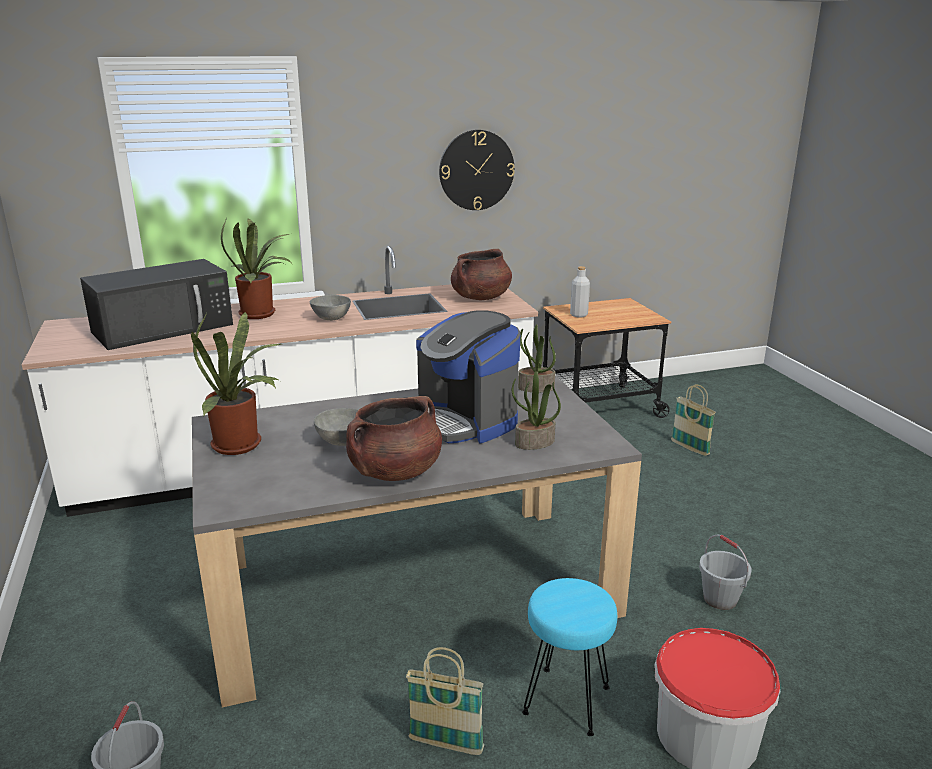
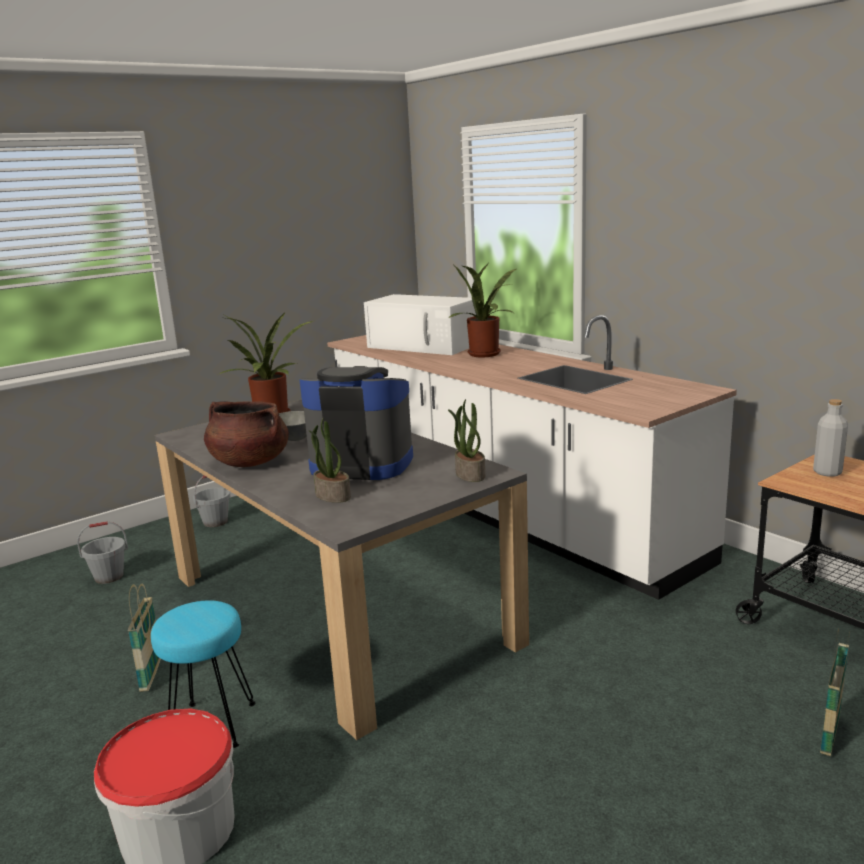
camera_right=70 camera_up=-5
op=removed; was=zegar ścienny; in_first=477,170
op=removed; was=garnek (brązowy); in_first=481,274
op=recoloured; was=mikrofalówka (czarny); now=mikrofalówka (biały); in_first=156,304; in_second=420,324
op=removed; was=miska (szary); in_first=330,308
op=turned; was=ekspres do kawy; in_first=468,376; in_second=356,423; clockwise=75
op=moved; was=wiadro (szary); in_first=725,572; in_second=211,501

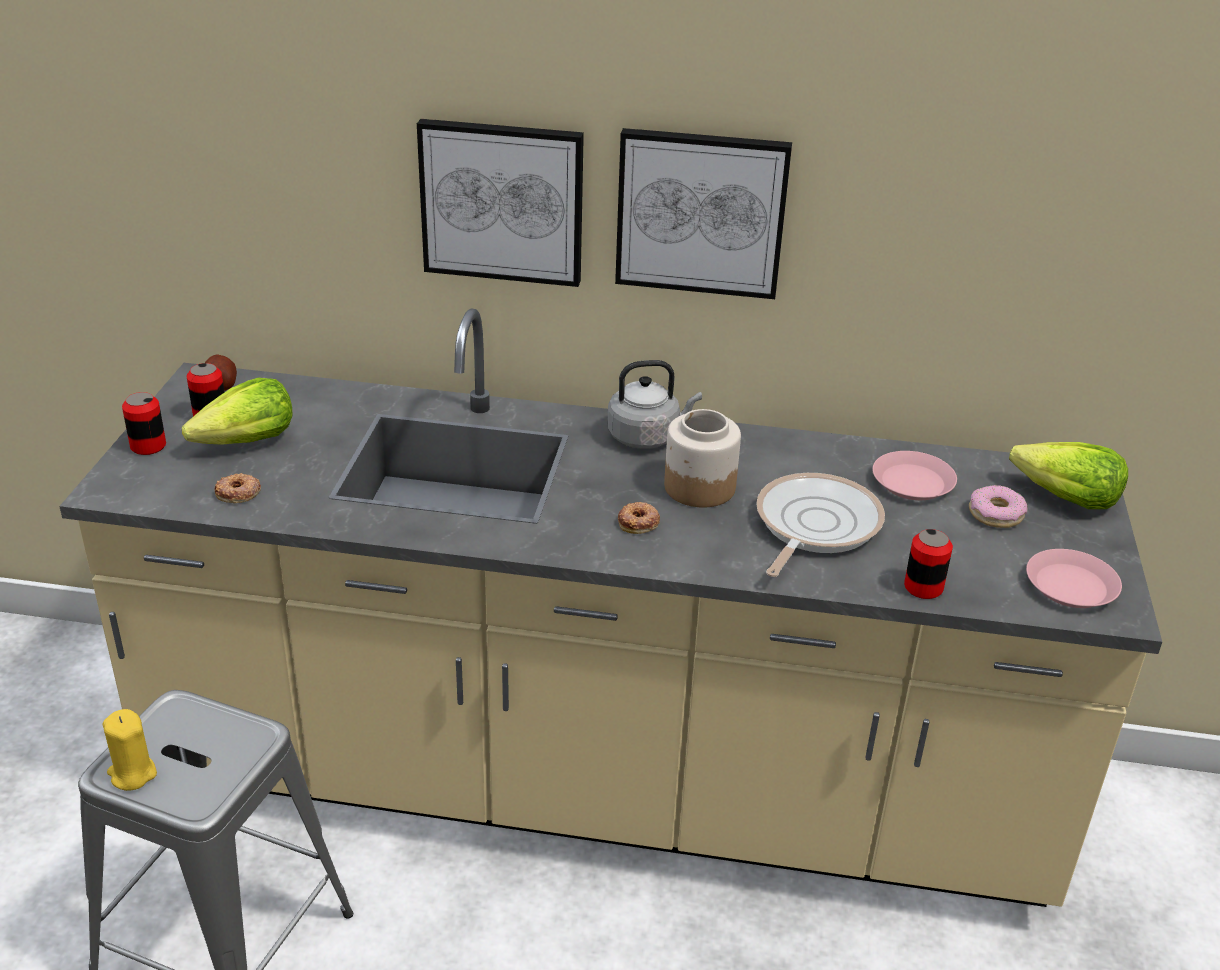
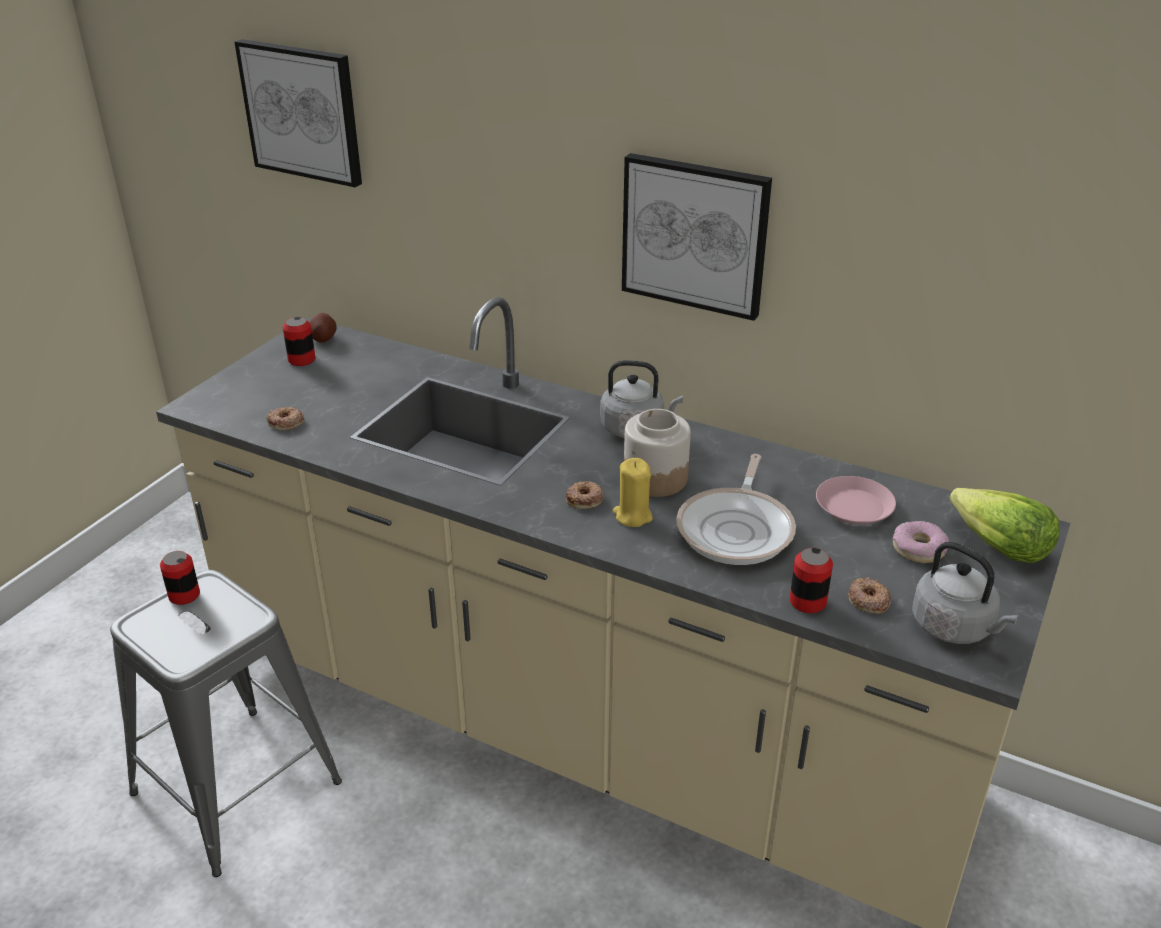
camera_right=20 camera_up=0
op=moved; was=obraz; in_first=500,203; in_second=298,113
op=removed; was=sałata; in_first=237,411
op=moved; was=puszka; in_first=144,423; in_second=180,578
op=turned; was=patelnia; in_first=820,525; in_second=736,509; clockwise=150
op=replaced; was=talerz (różowy); now=czajnik (szary); in_first=1074,578; in_second=965,593
op=moved; was=świeca (żółty); in_first=129,750; in_second=633,492
op=added; now=donut; in_second=869,595

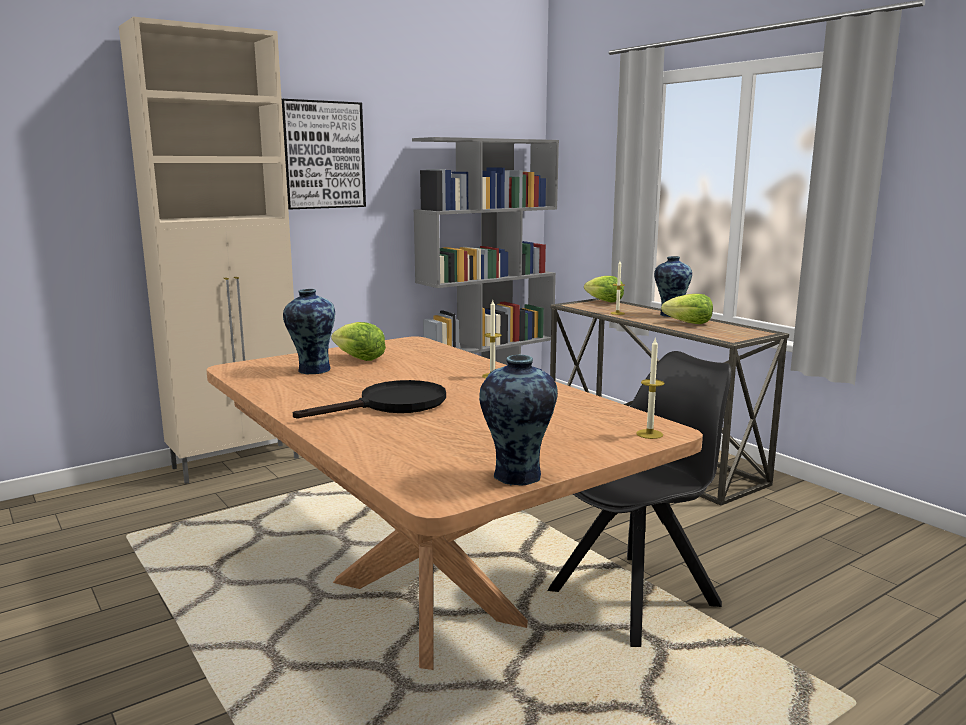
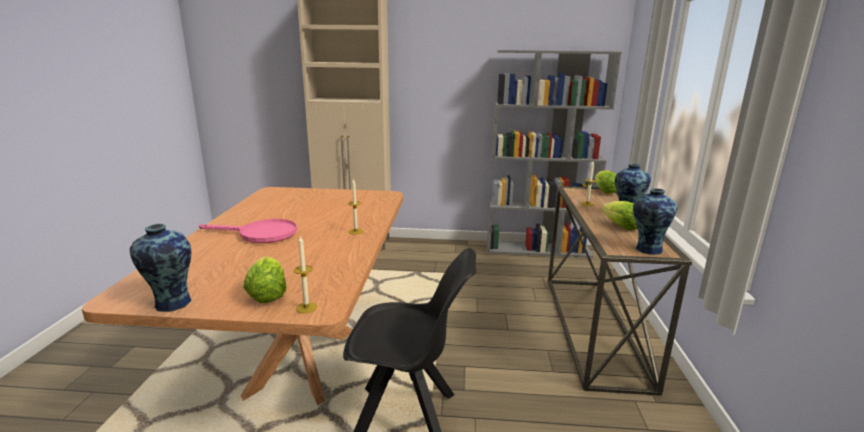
camera_right=40 camera_up=5
op=removed; was=obraz; in_first=324,154
op=moved; was=wazon; in_first=309,331; in_second=655,221
op=moved; was=sałata; in_first=358,341; in_second=265,279
op=recoloured; was=patelnia (czarny); now=patelnia (różowy); in_first=369,399; in_second=248,231

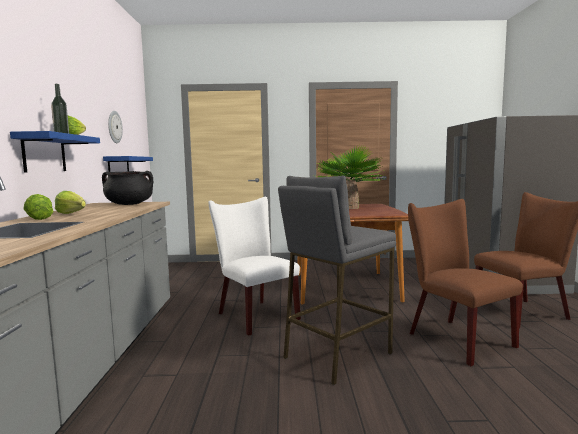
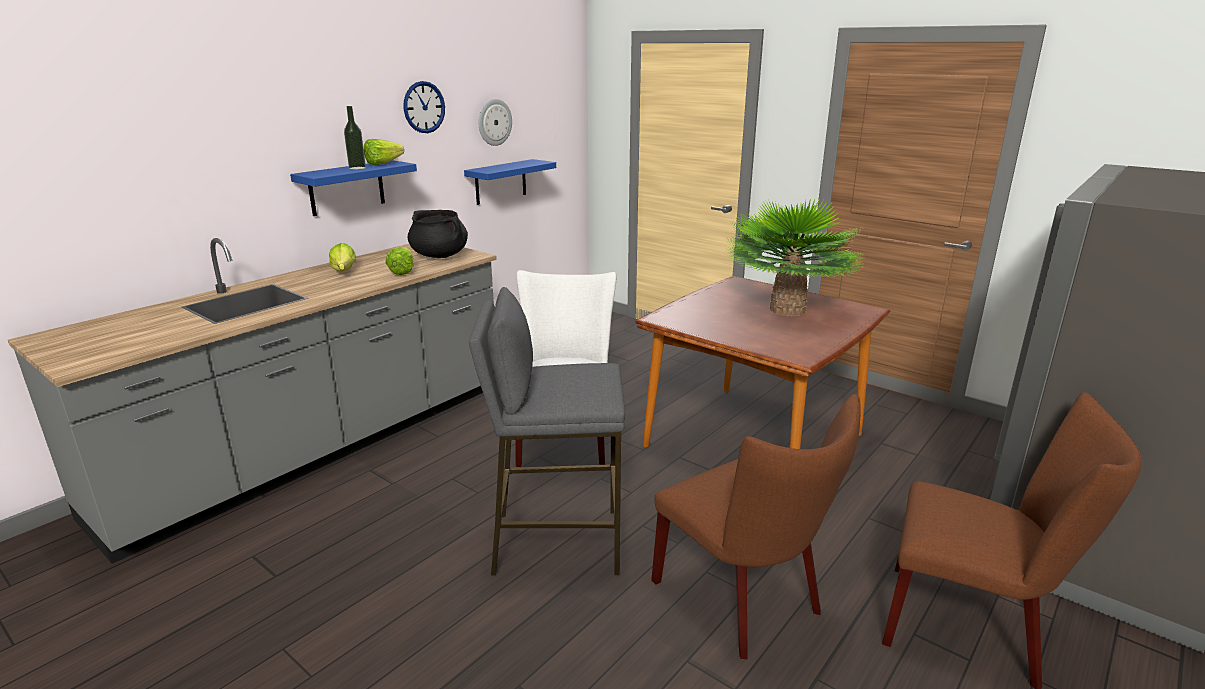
camera_right=40 camera_up=15
op=moved; was=sałata; in_first=38,207; in_second=400,261
op=turned; was=krzesło (brązowy); in_first=465,282; in_second=756,526; clockwise=135
op=added; now=zegar ścienny; in_second=424,107

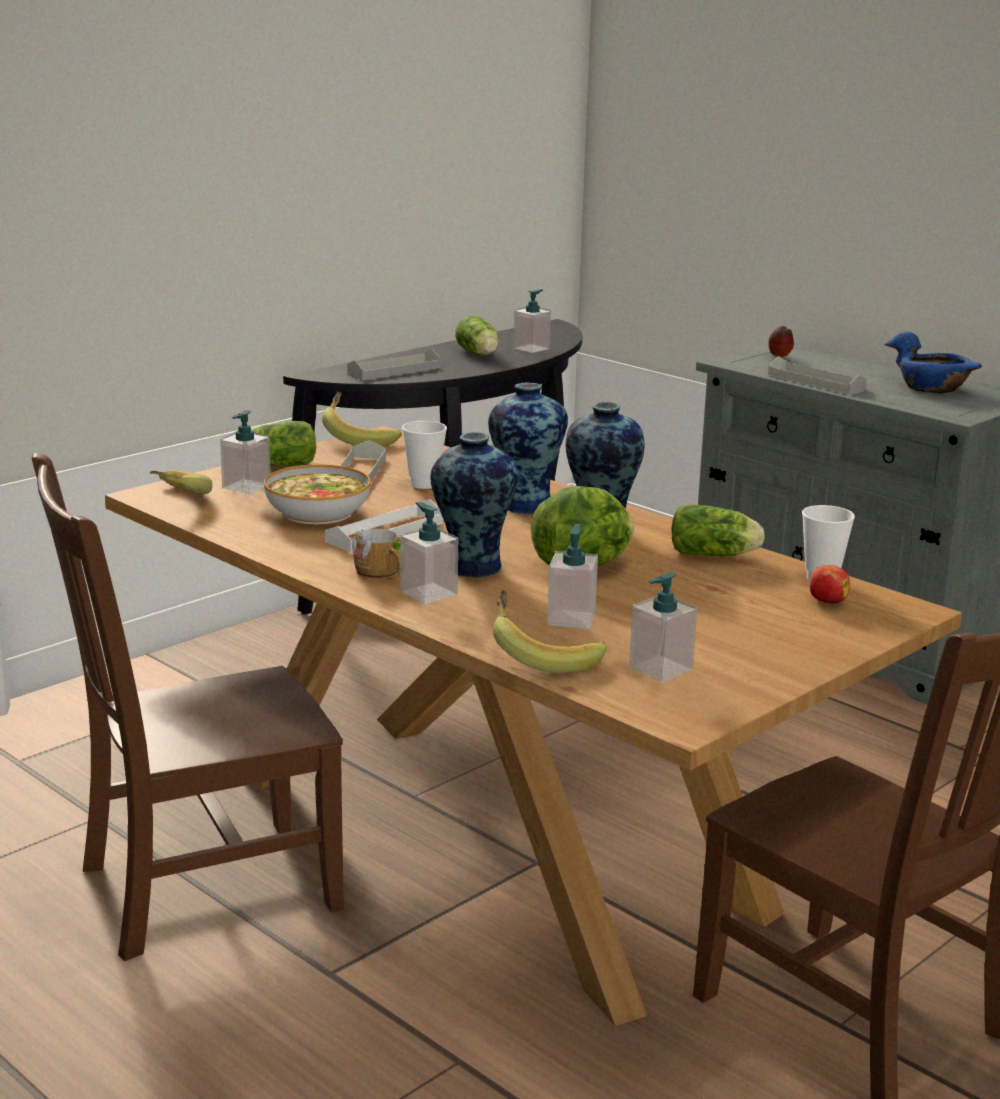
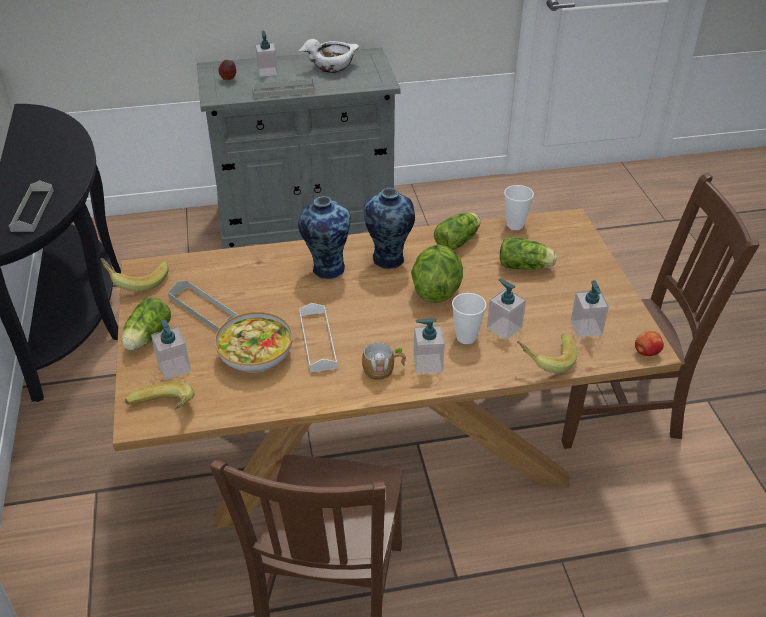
camera_right=-55 camera_up=20
op=moved; was=dozownik mydła; in_first=532,321; in_second=266,53
op=moved; was=sałata; in_first=477,335; in_second=528,253
op=recoloured; was=miska (niebieski); now=miska (biały); in_first=933,362; in_second=328,56
op=moved; was=filiżanka; in_first=424,455; in_second=469,318
op=removed; was=wazon; in_first=474,505
op=moved; was=jabłko; in_first=830,584; in_second=649,343

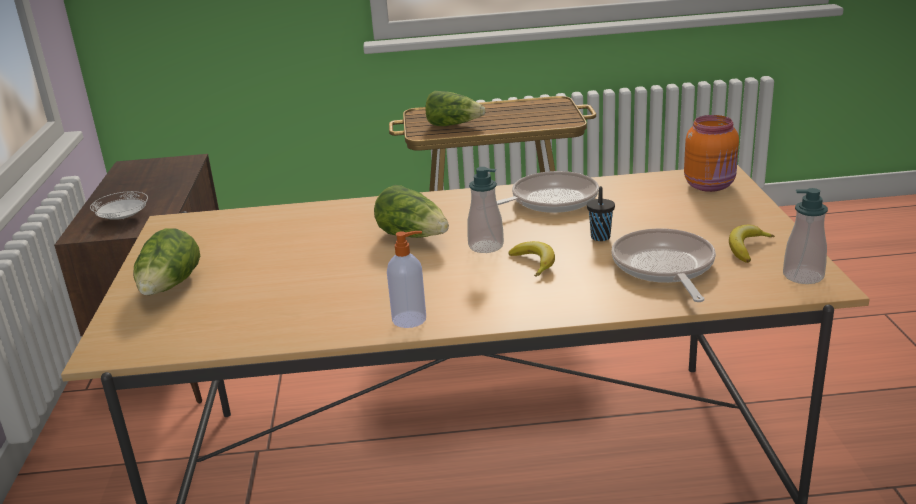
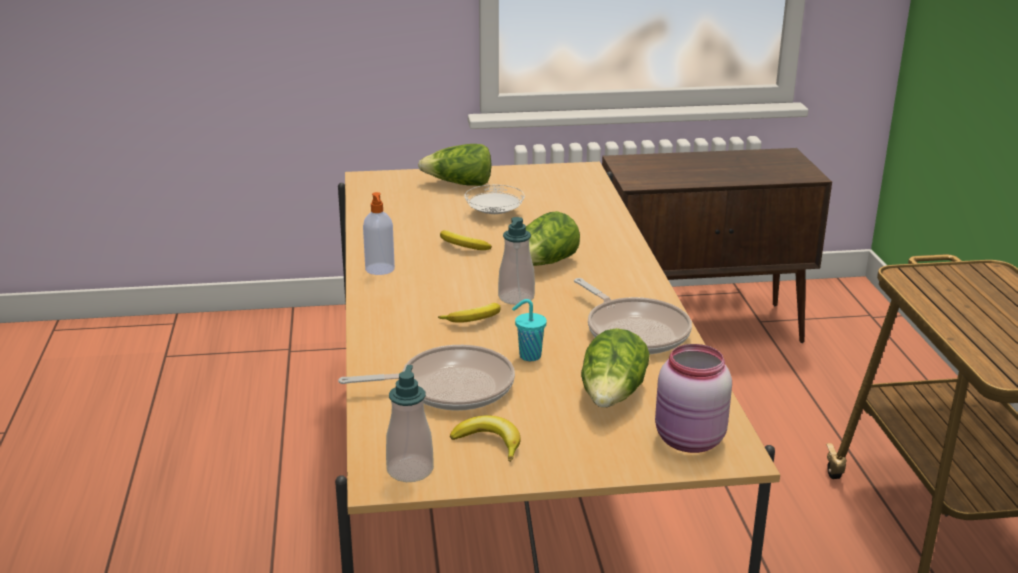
camera_right=85 camera_up=0
op=moved; was=sałata; in_first=455,108; in_second=615,368
op=recoloured; was=słoik (pomarańczowy); now=słoik (różowy); in_first=711,153; in_second=693,398
op=recoloured; was=filiżanka (czarny); now=filiżanka (turkusowy); in_first=601,213; in_second=529,330
op=moved; was=talerz (biały); in_first=119,205; in_second=494,199
op=added; now=banan; in_second=466,240

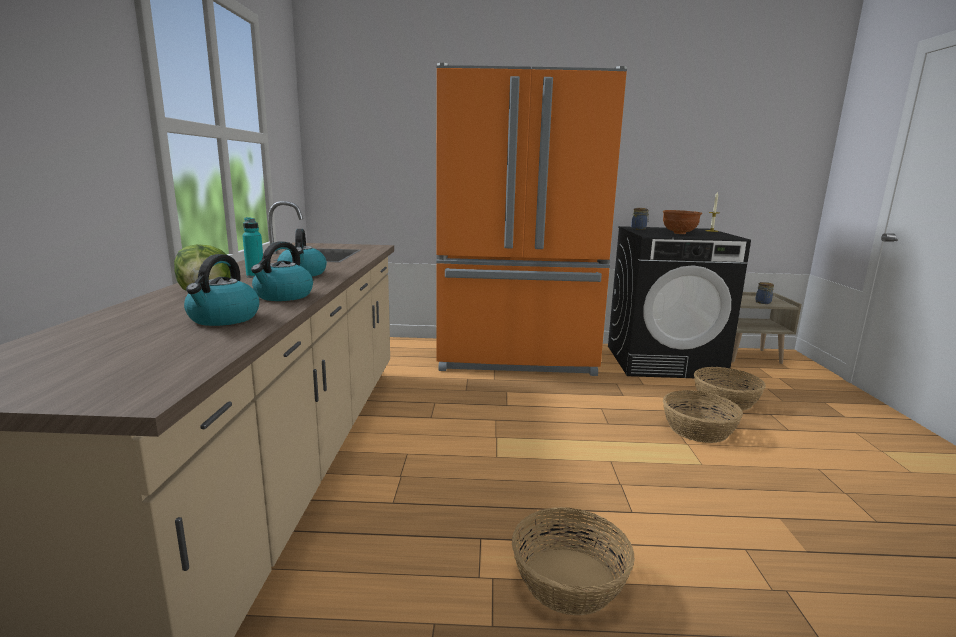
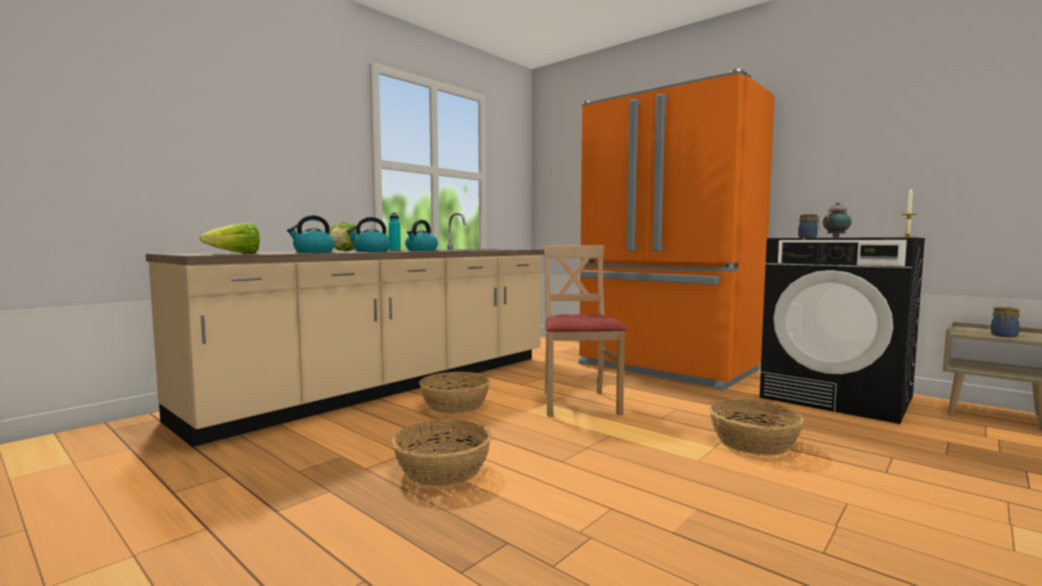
camera_right=40 camera_up=-10
op=replaced; was=miska (brązowy); now=imbryk; in_first=682,222; in_second=837,220
op=moved; was=koszyk; in_first=730,389; in_second=454,393
op=added; now=sałata; in_second=229,238
op=added; now=krzesło (beżowy); in_second=585,331

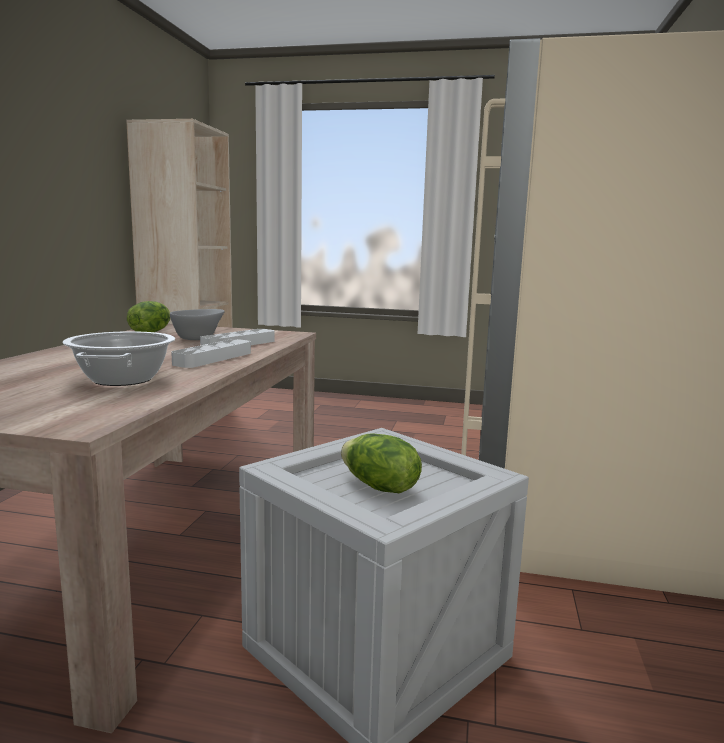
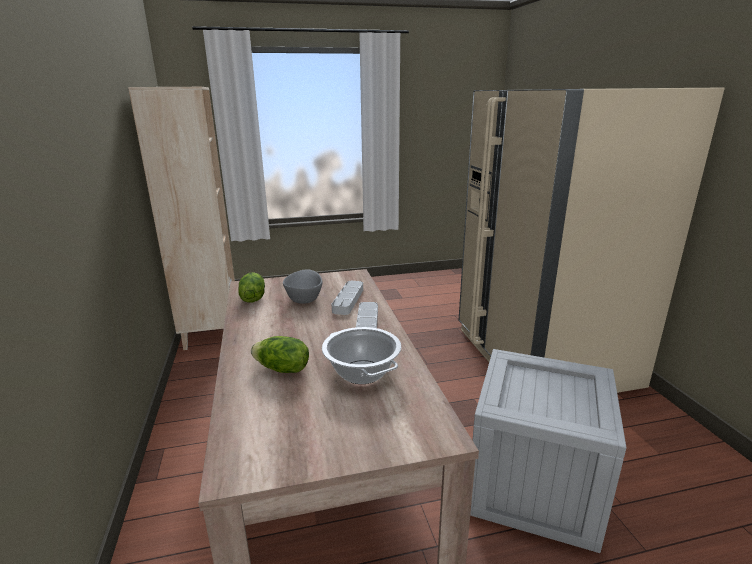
camera_right=-25 camera_up=10
op=moved; was=sałata; in_first=381,463; in_second=280,354

